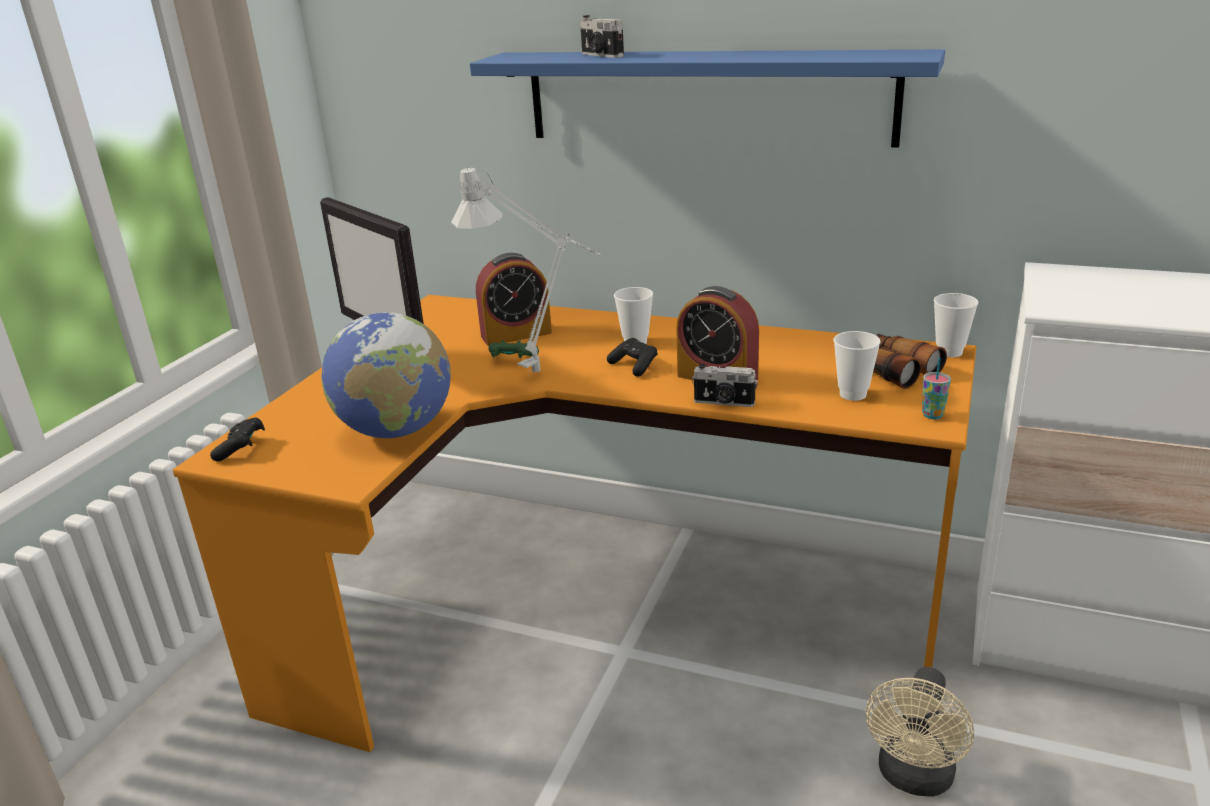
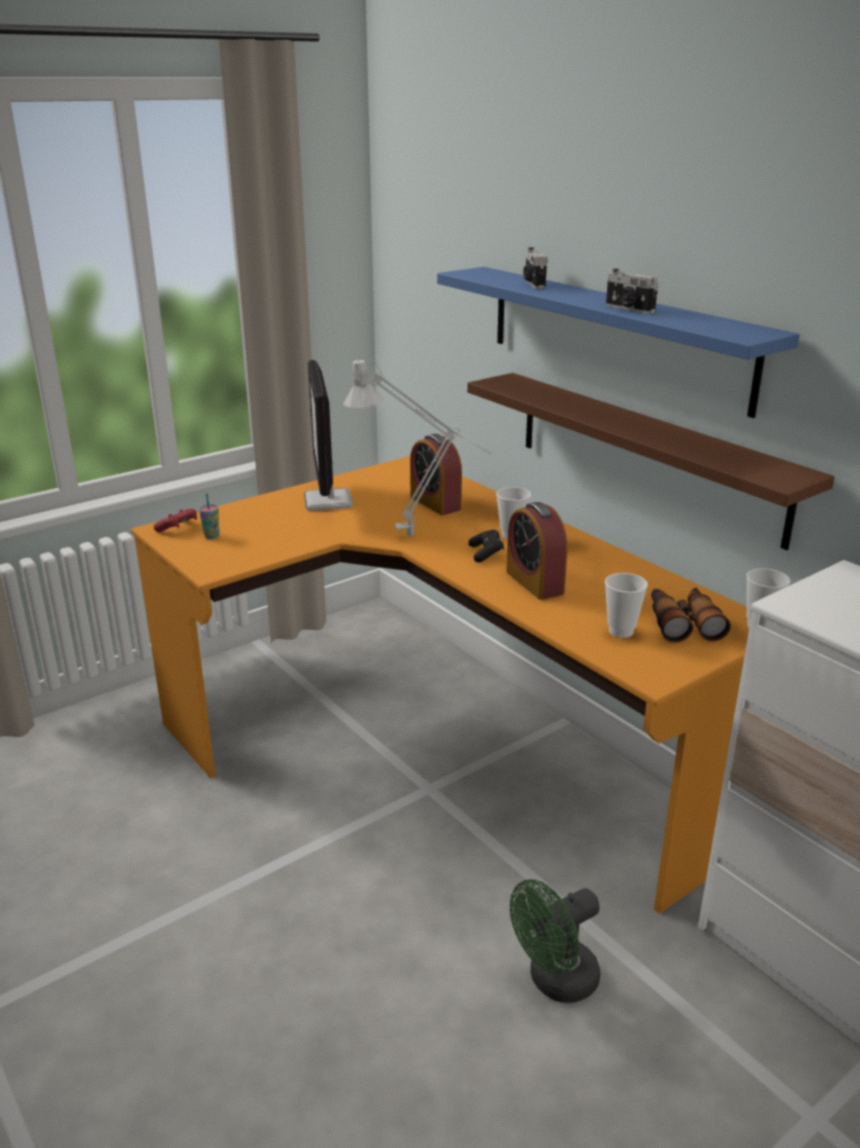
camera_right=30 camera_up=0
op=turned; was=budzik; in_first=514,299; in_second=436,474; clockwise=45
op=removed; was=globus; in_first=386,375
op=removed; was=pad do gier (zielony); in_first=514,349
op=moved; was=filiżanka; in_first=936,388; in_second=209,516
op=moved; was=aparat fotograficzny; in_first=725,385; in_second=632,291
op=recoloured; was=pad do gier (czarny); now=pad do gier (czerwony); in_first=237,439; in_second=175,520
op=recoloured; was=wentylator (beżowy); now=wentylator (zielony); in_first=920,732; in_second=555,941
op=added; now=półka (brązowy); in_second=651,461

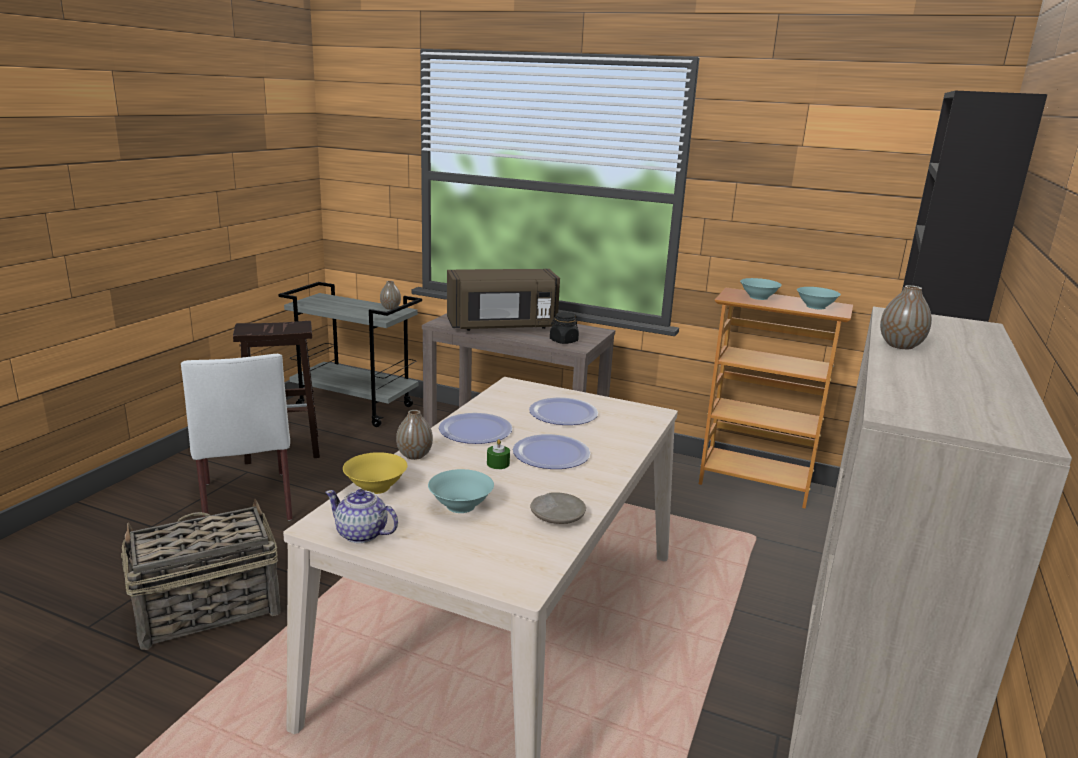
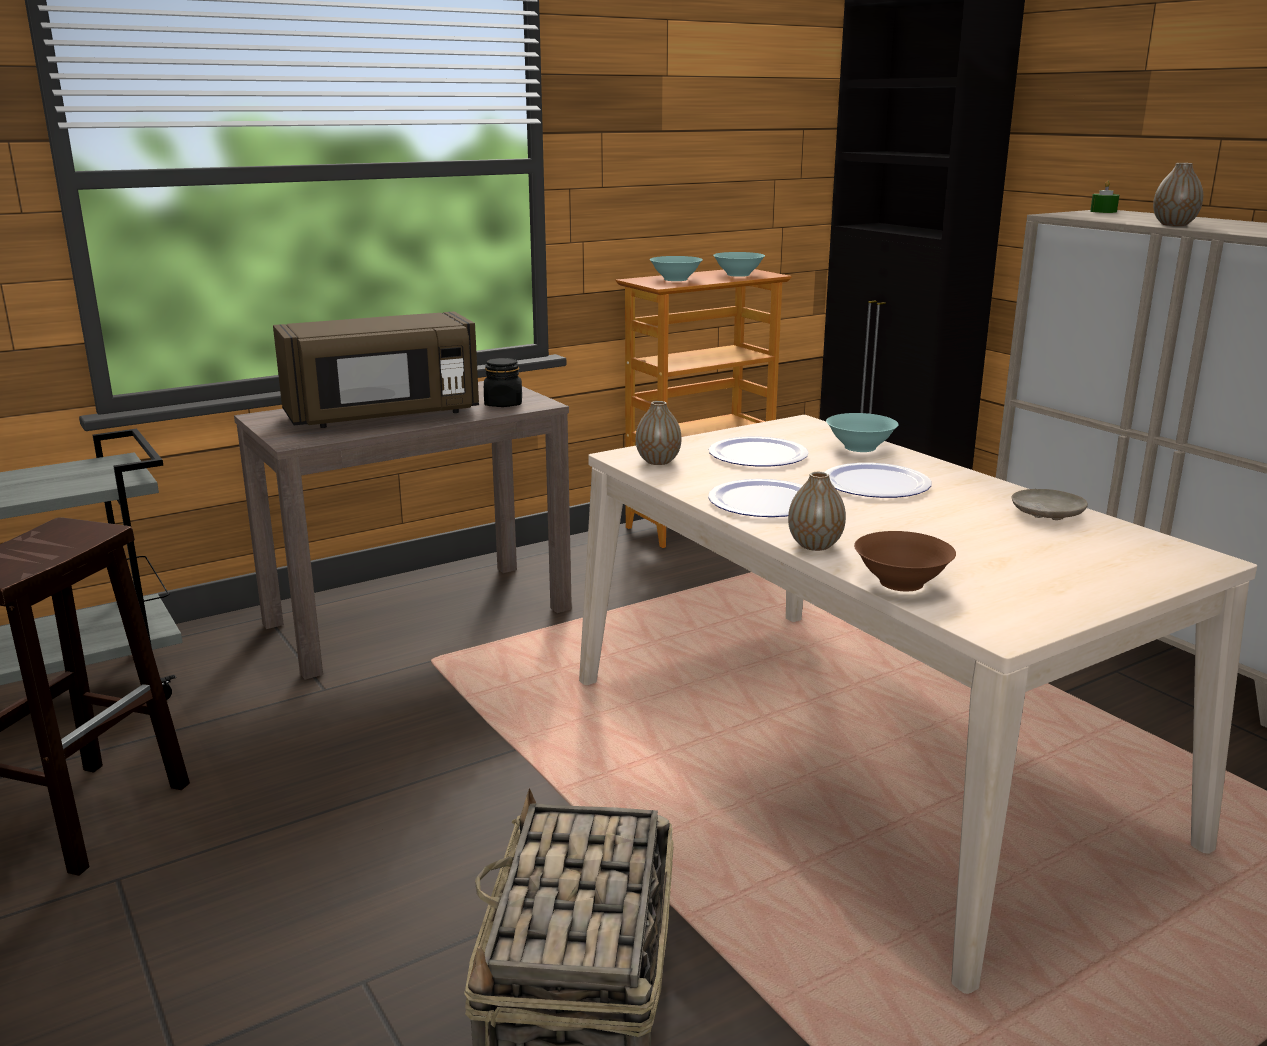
camera_right=-55 camera_up=0
op=turned; was=mikrofalówka (brązowy); in_first=503,300; in_second=376,369; clockwise=45
op=moved; was=wazon; in_first=390,295; in_second=658,433
op=removed; was=krzesło (biały); in_first=236,437
op=moved; was=świeca (zielony); in_first=498,454; in_second=1104,196
op=recoloured; was=miska (żółty); now=miska (brązowy); in_first=375,473; in_second=905,561
op=moved; was=miska (turkusowy); in_first=461,491; in_second=862,432
op=removed; was=imbryk; in_first=361,516

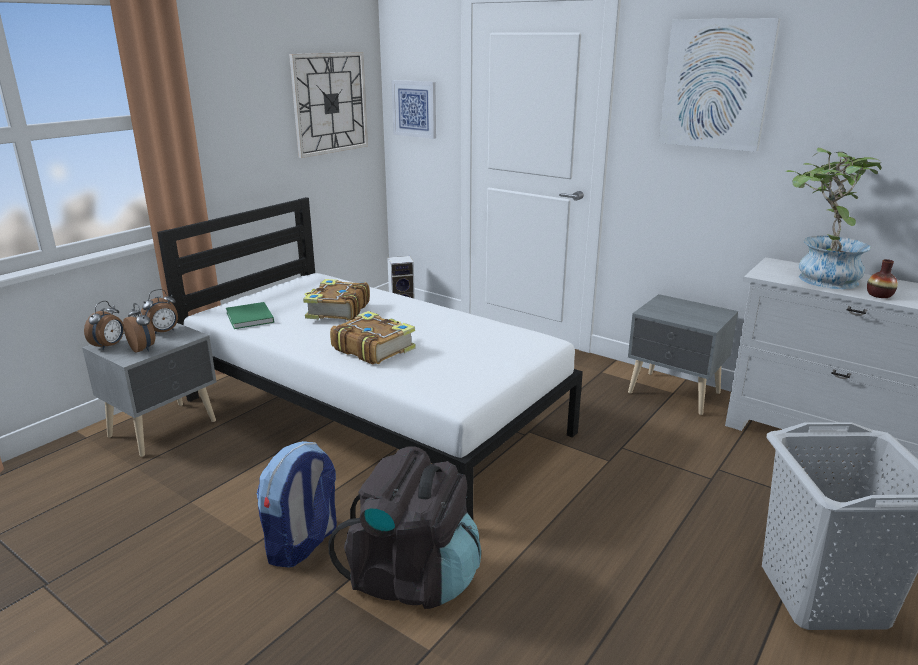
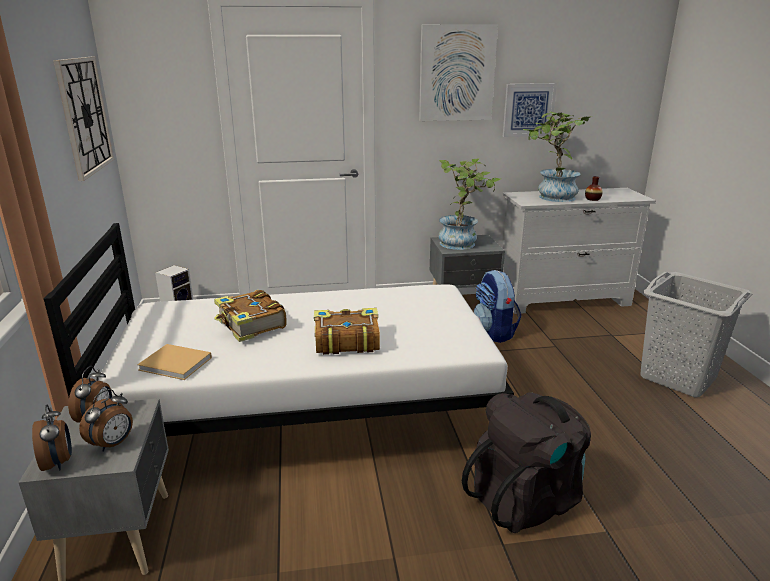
camera_right=-45 camera_up=0
op=moved; was=obraz; in_first=413,109; in_second=530,110
op=recoloured; was=książka (zielony); now=książka (beżowy); in_first=250,315; in_second=174,362
op=turned; was=budzik; in_first=139,327; in_second=106,420; clockwise=120
op=moved; was=plecak; in_first=296,504; in_second=497,306
op=added; now=roślina doniczkowa; in_second=470,204

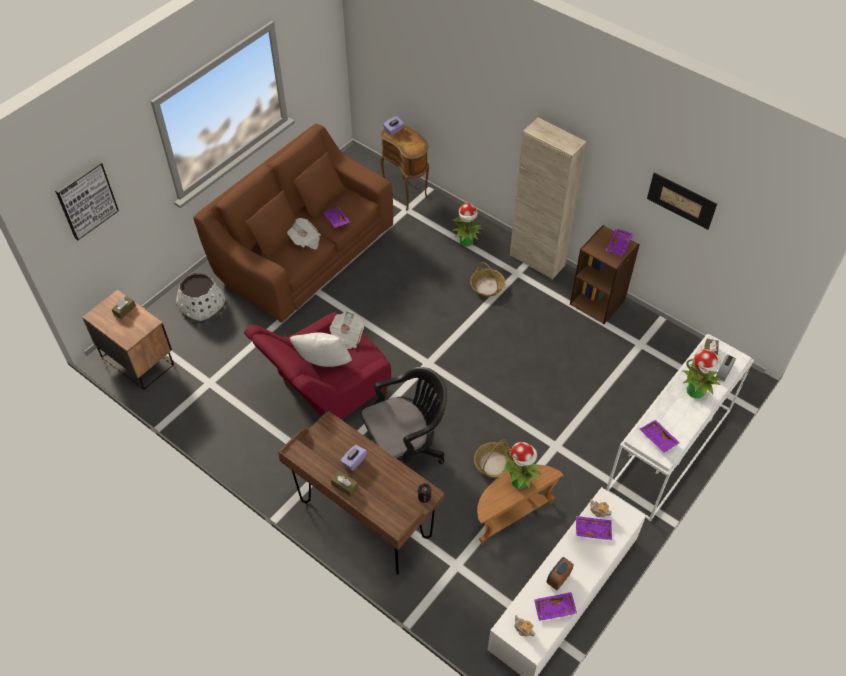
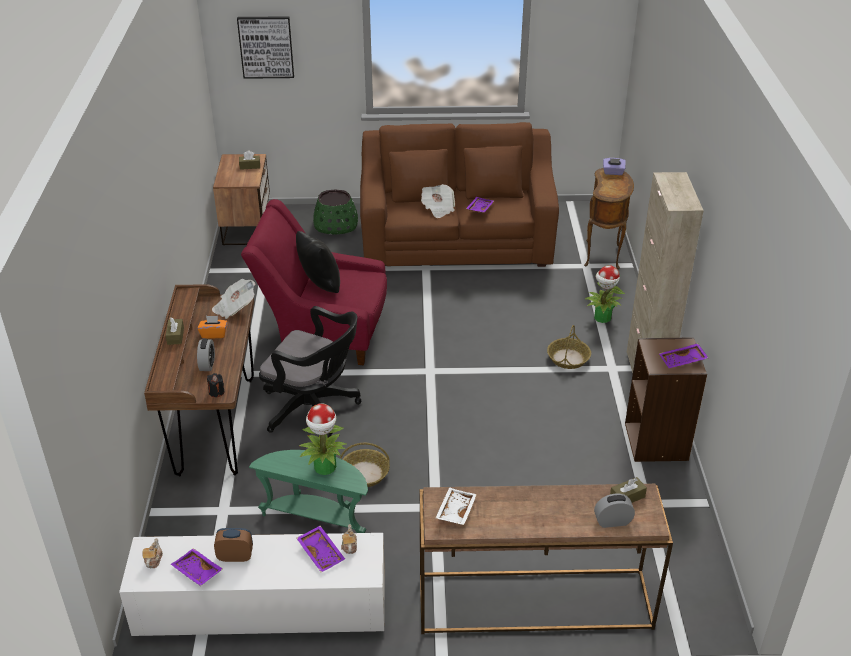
camera_right=50 camera_up=-15
op=removed; was=obraz; in_first=682,201
op=recoloured; was=donica (biały); now=donica (zielony); in_first=201,297; in_second=335,212
op=moved; was=gazeta; in_first=347,330; in_second=233,299
op=recoloured; was=poduszka (biały); now=poduszka (czarny); in_first=321,350; in_second=318,262
op=recoloured; was=stolik konsolowy (biały); now=stolik konsolowy (brązowy); in_first=680,428; in_second=546,559
op=removed; was=roślina doniczkowa; in_first=701,373
op=recoloured; was=taca (fioletowy); now=taca (biały); in_first=660,436; in_second=456,506
op=recoloured; was=pudełko chusteczek (fioletowy); now=pudełko chusteczek (pomarańczowy); in_first=353,458; in_second=212,327
op=recoloured; was=stolik (brązowy); now=stolik (zielony); in_first=520,505; in_second=308,491
op=added; now=budzik; in_second=206,355

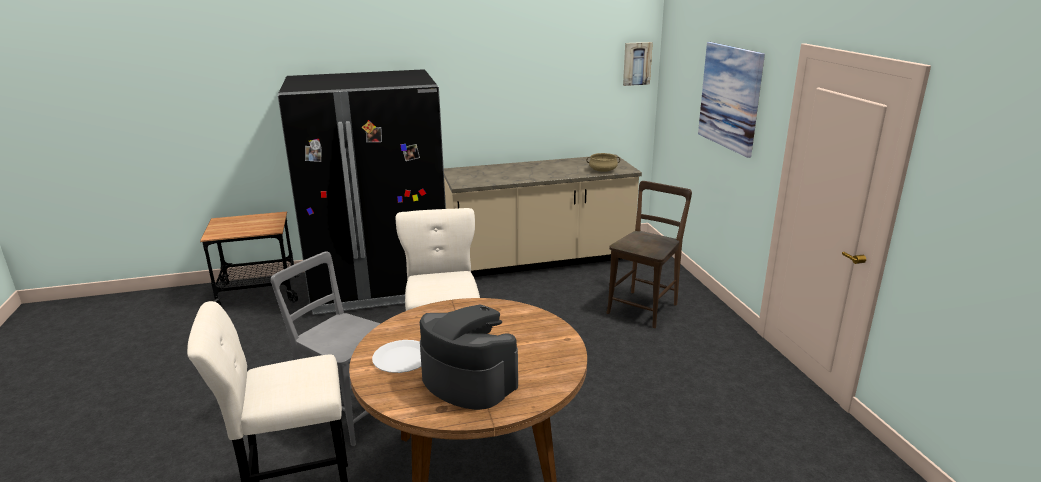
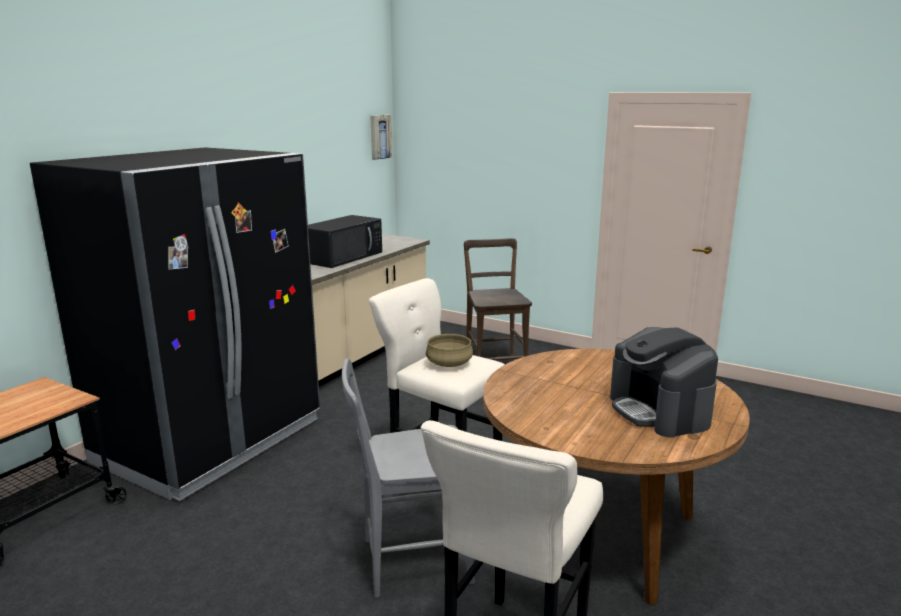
camera_right=-45 camera_up=-5
op=removed; was=obraz; in_first=731,100
op=moved; was=garnek (beżowy); in_first=603,162; in_second=449,350
op=turned; was=ekspres do kawy; in_first=469,357; in_second=664,382; clockwise=-105
op=removed; was=talerz (biały); in_first=396,356
op=added; now=mikrofalówka (czarny); in_second=345,241

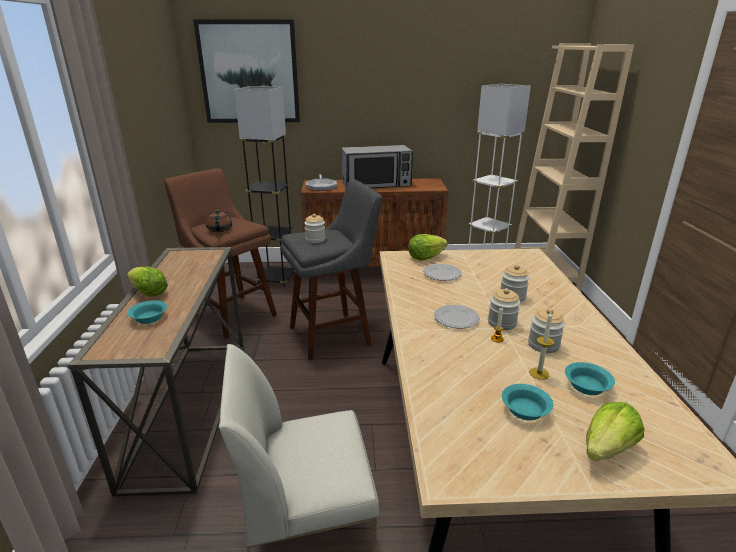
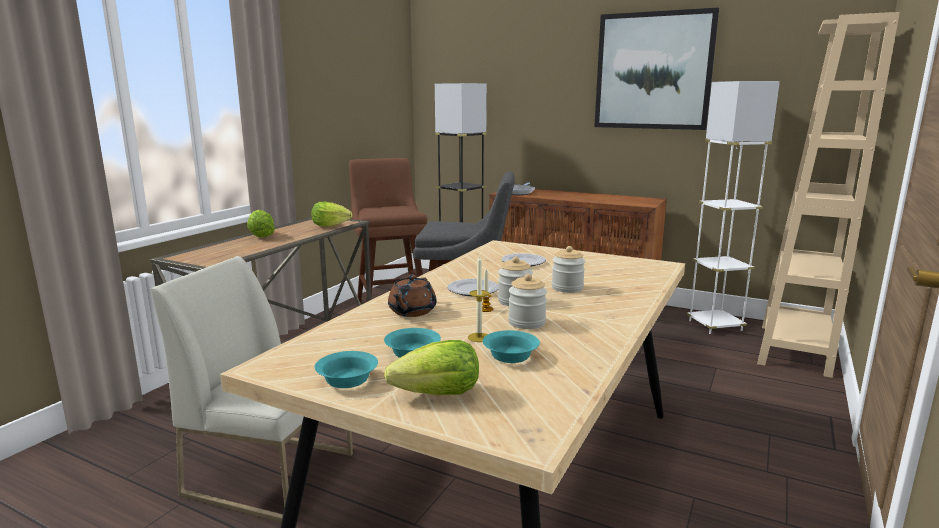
camera_right=30 camera_up=-10
op=moved; was=obraz; in_first=246,71; in_second=656,69
op=removed; was=mikrofalówka; in_first=377,166
op=moved; was=imbryk (brązowy); in_first=219,221; in_second=412,296
op=removed; was=słoik; in_first=314,228
op=moved; was=sałata; in_first=428,247; in_second=332,214
op=moved; was=miska (turkusowy); in_first=147,312; in_second=346,369

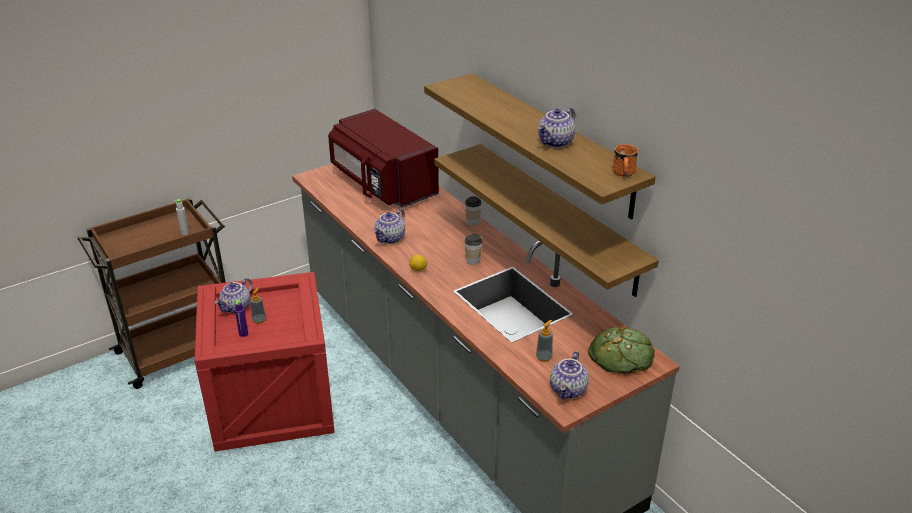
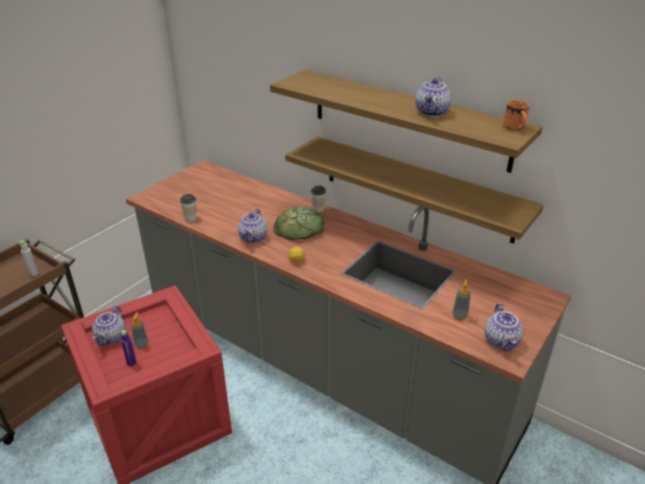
camera_right=-20 camera_up=0
op=removed; was=mikrofalówka (czerwony); in_first=383,158
op=moved; was=filiżanka; in_first=473,249; in_second=188,208
op=moved; was=chleb; in_first=621,350; in_second=298,223

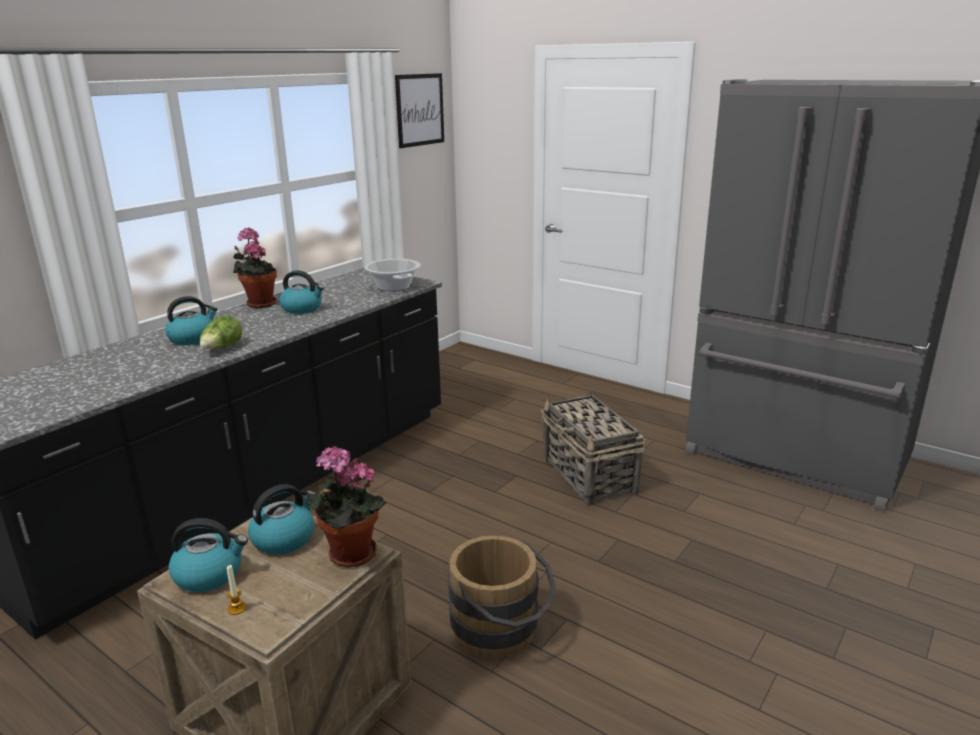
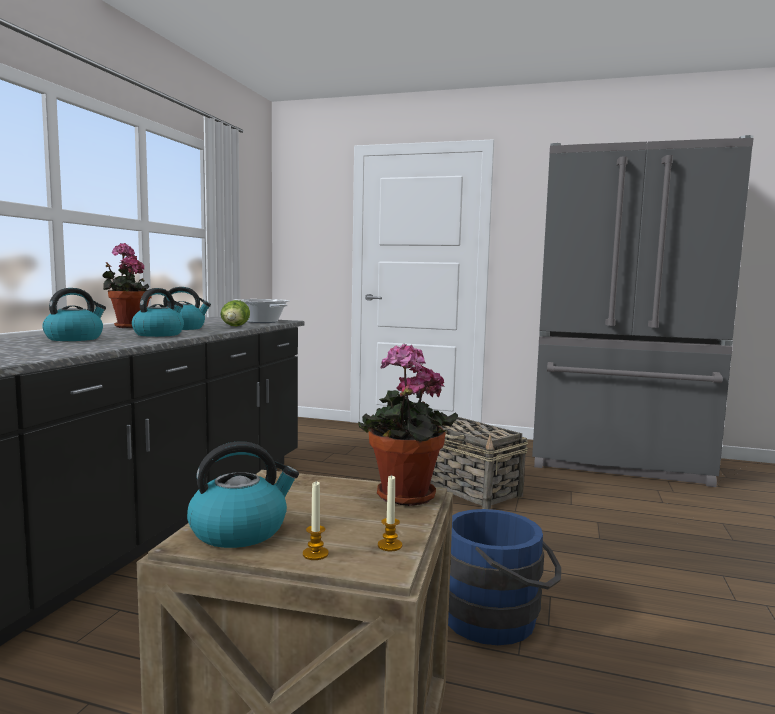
camera_right=-20 camera_up=-15
op=removed; was=obraz; in_first=419,110
op=moved; was=sałata; in_first=221,332; in_second=235,313
op=moved; was=czajnik; in_first=282,519; in_second=158,312
op=recoloured; was=wiadro (brązowy); now=wiadro (niebieski); in_first=502,597; in_second=504,577
op=added; now=świeca; in_second=390,513

